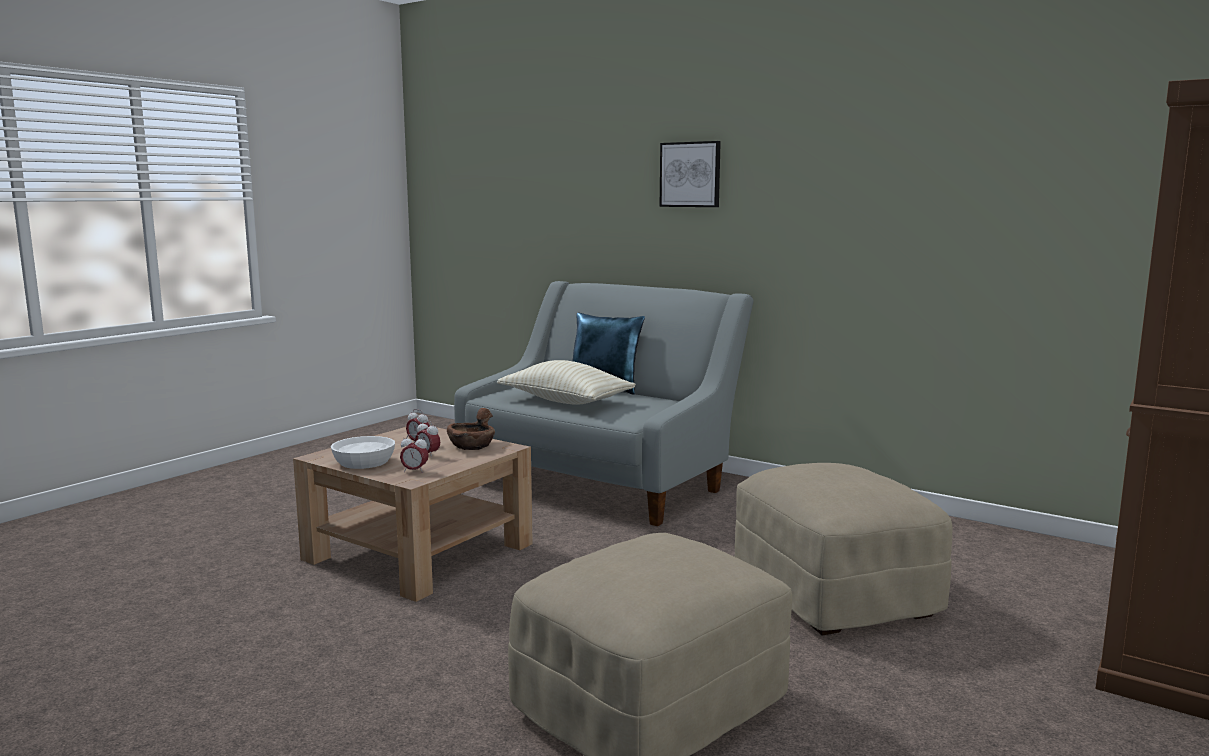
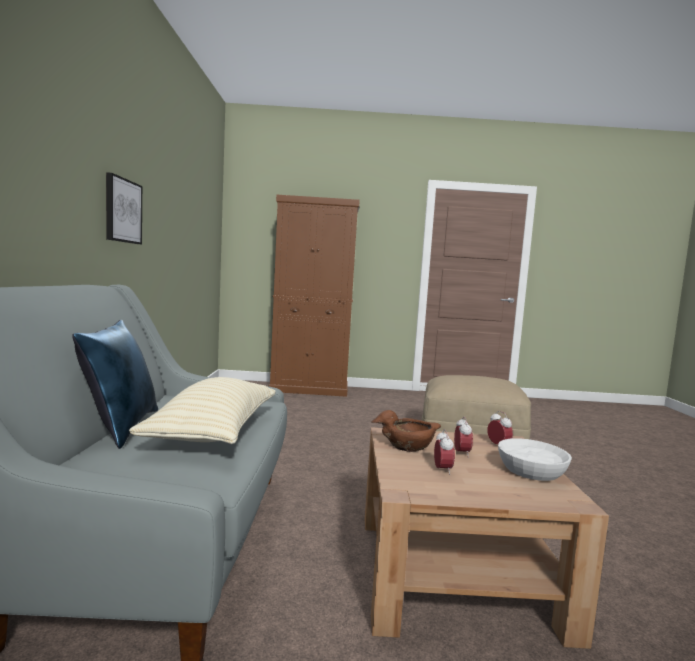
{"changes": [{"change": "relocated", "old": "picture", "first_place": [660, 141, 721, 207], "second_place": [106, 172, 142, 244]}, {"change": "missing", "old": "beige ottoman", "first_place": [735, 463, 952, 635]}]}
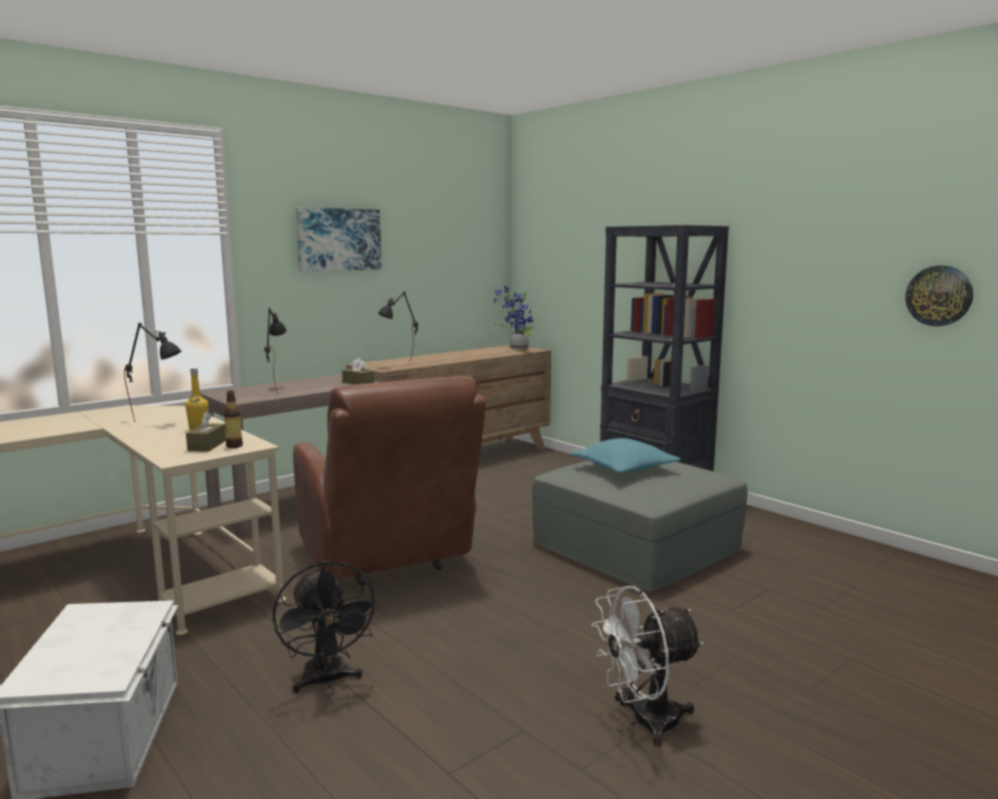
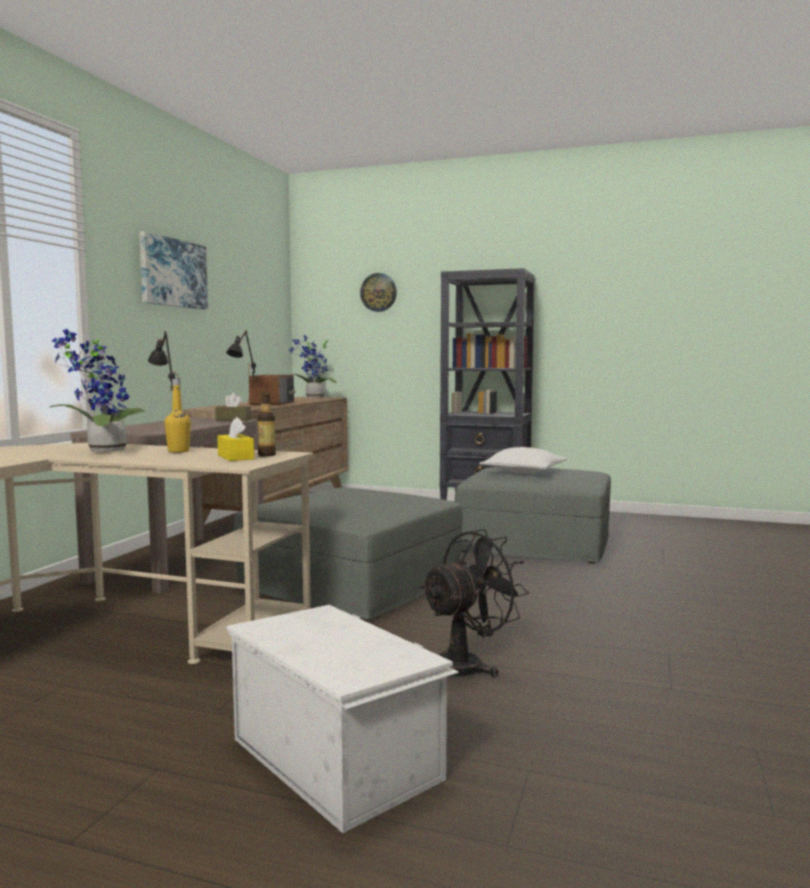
{"changes": [{"change": "exchanged", "old": "black table lamp", "new": "potted plant", "first_place": [124, 323, 181, 422], "second_place": [50, 329, 146, 452]}, {"change": "colour", "old": "brown tissue box", "new": "yellow tissue box", "first_place": [186, 411, 226, 452], "second_place": [217, 417, 254, 461]}, {"change": "spun", "old": "black fan", "first_place": [273, 561, 379, 693], "second_place": [420, 529, 529, 678], "degrees": -75}, {"change": "exchanged", "old": "brown armchair", "new": "grey ottoman", "first_place": [293, 376, 486, 585], "second_place": [234, 488, 462, 620]}, {"change": "colour", "old": "turquoise pillow", "new": "white pillow", "first_place": [570, 438, 681, 473], "second_place": [480, 447, 567, 473]}, {"change": "missing", "old": "white fan", "first_place": [591, 586, 704, 747]}, {"change": "relocated", "old": "wall clock", "first_place": [905, 266, 973, 326], "second_place": [360, 273, 397, 312]}, {"change": "appeared", "new": "radio", "second_place": [249, 375, 295, 405]}]}
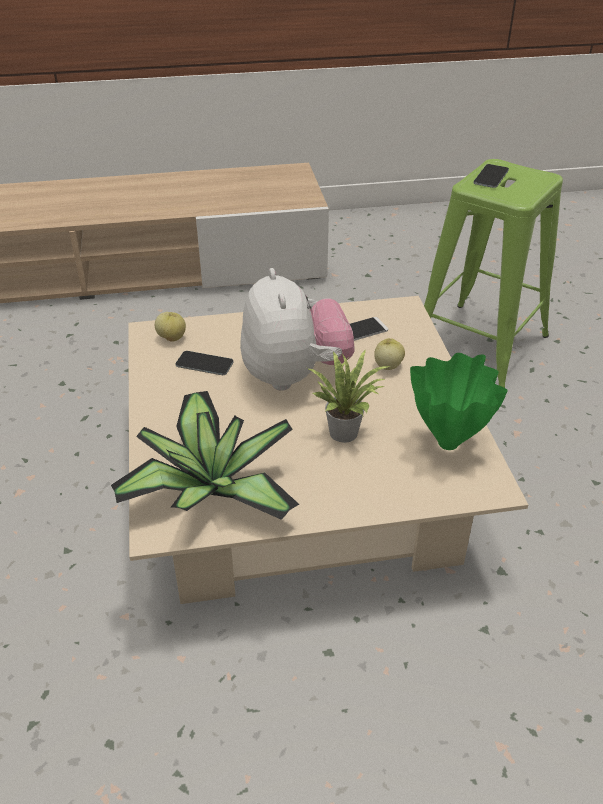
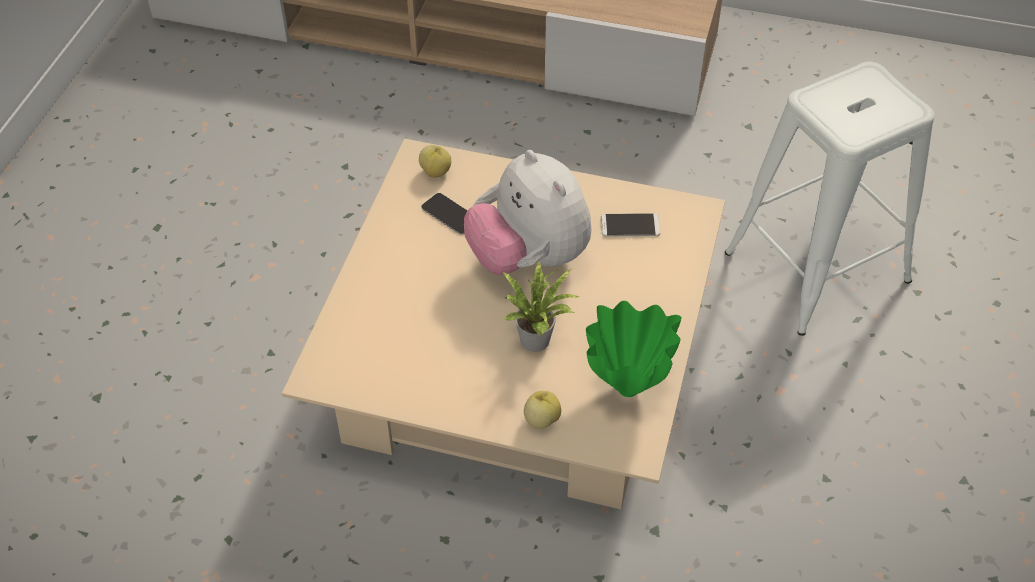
{"changes": [{"change": "missing", "old": "potted plant", "first_place": [111, 391, 299, 520]}, {"change": "spun", "old": "plush toy", "first_place": [240, 268, 355, 391], "second_place": [464, 150, 591, 275], "degrees": 135}, {"change": "relocated", "old": "apple", "first_place": [374, 338, 405, 370], "second_place": [524, 391, 561, 429]}, {"change": "colour", "old": "green stool", "new": "white stool", "first_place": [424, 159, 563, 388], "second_place": [725, 61, 934, 336]}, {"change": "missing", "old": "phone", "first_place": [473, 164, 509, 188]}]}
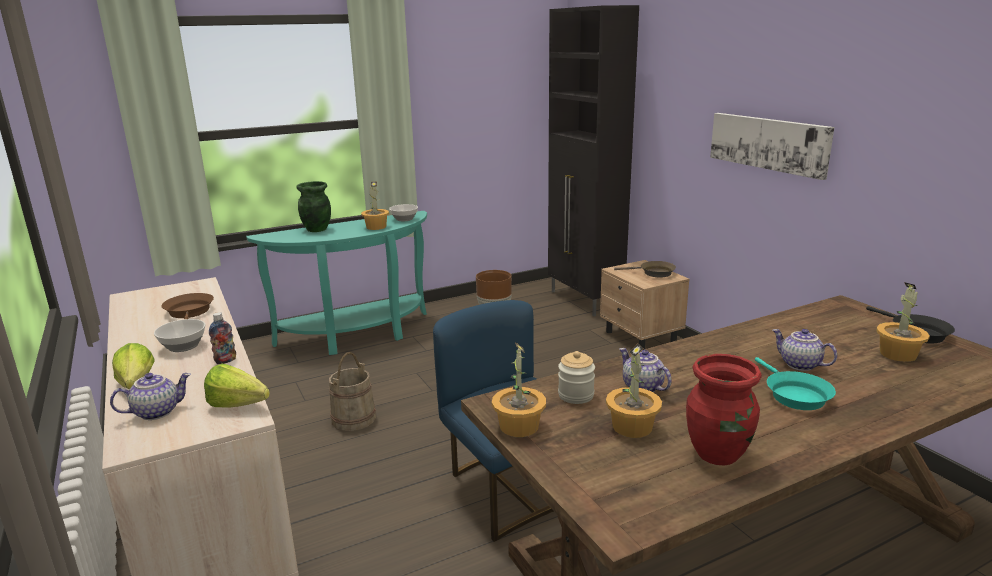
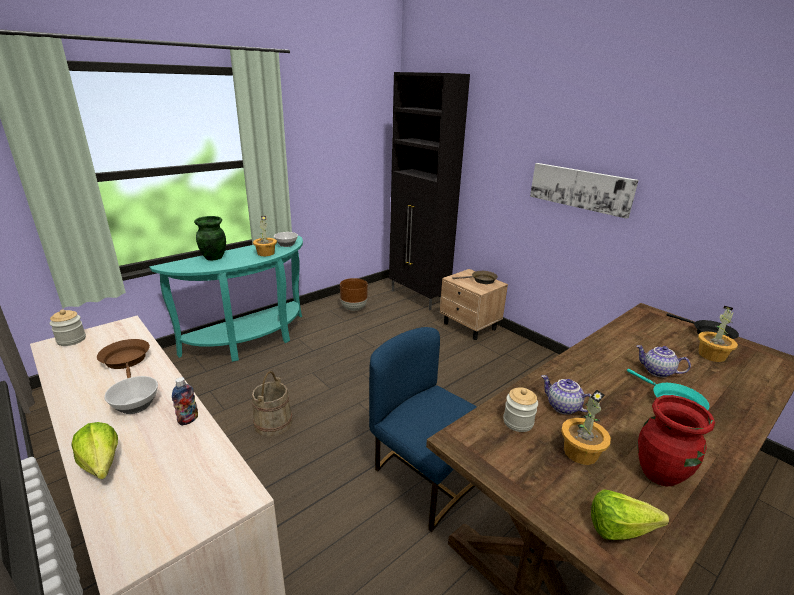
{"changes": [{"change": "missing", "old": "teapot", "first_place": [110, 373, 191, 420]}, {"change": "relocated", "old": "lettuce", "first_place": [204, 364, 270, 407], "second_place": [591, 489, 669, 540]}, {"change": "missing", "old": "potted plant", "first_place": [492, 342, 546, 437]}, {"change": "appeared", "new": "jar", "second_place": [50, 309, 86, 346]}]}
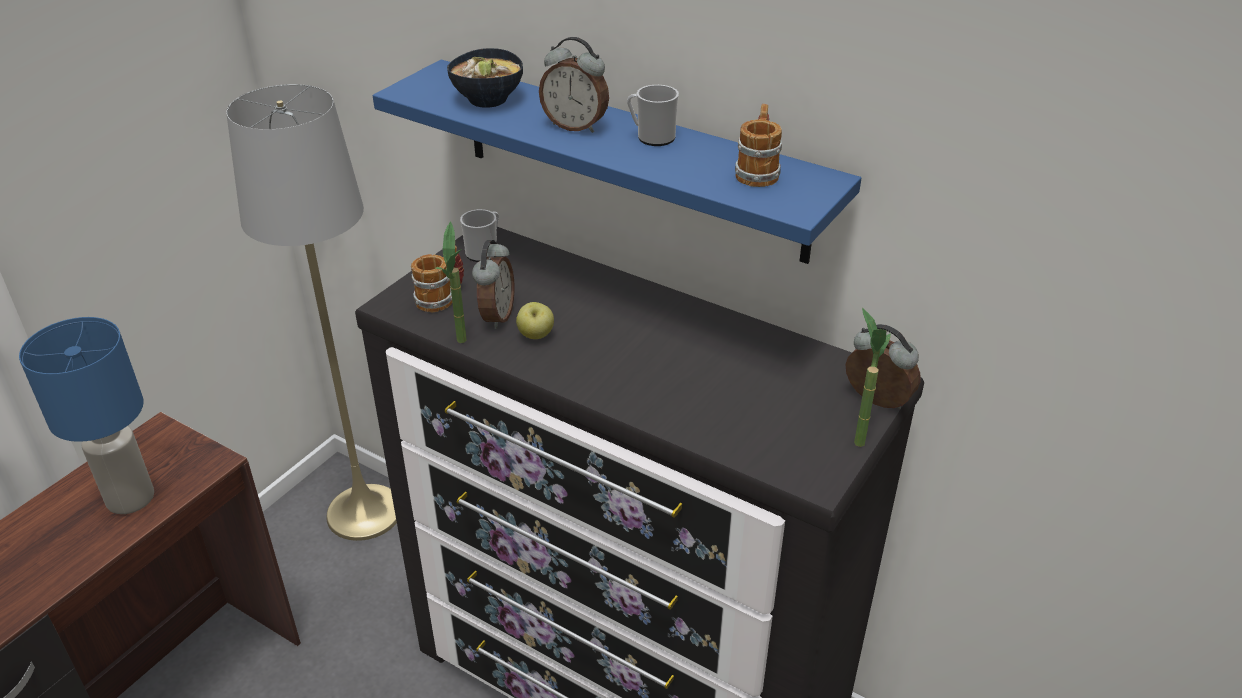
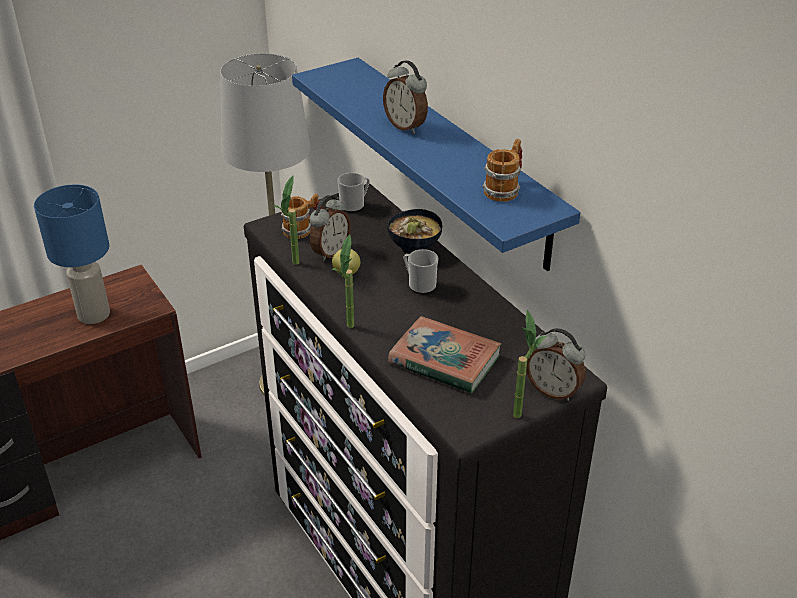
{"changes": [{"change": "relocated", "old": "bowl", "first_place": [447, 48, 523, 108], "second_place": [387, 209, 442, 254]}, {"change": "relocated", "old": "mug", "first_place": [627, 85, 679, 146], "second_place": [403, 249, 438, 294]}, {"change": "spun", "old": "alarm clock", "first_place": [846, 324, 921, 409], "second_place": [526, 328, 586, 401], "degrees": 150}, {"change": "appeared", "new": "potted plant", "second_place": [332, 234, 354, 328]}, {"change": "appeared", "new": "book", "second_place": [388, 316, 502, 394]}]}
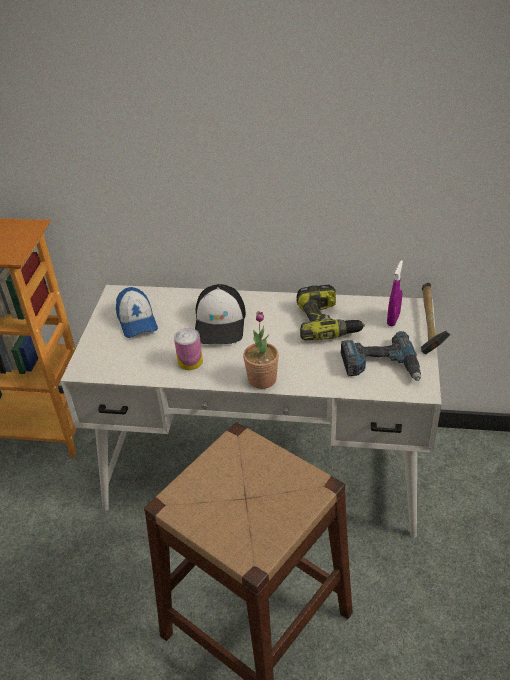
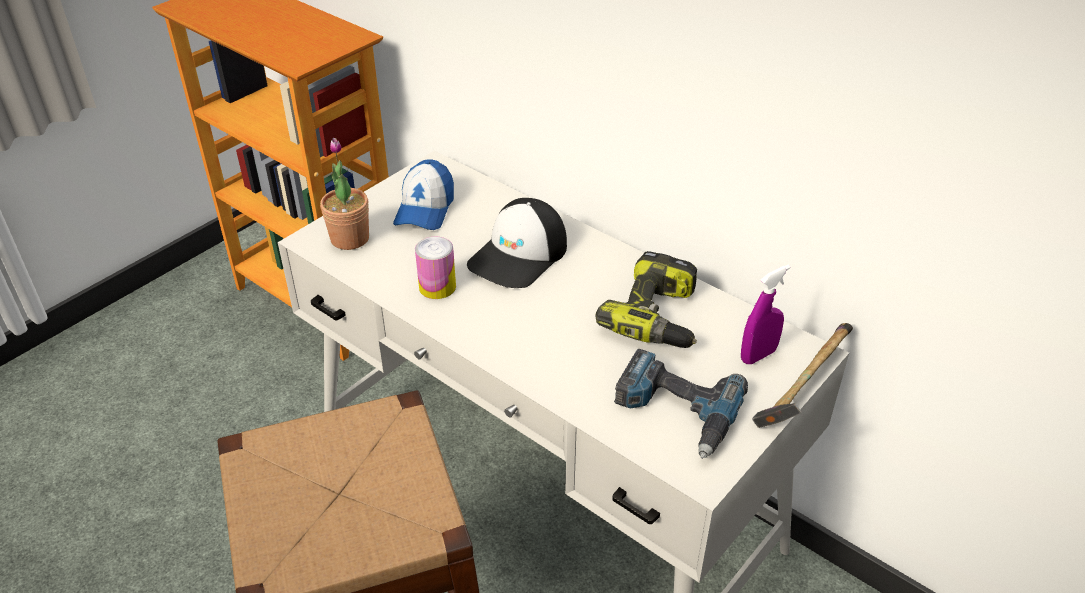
{"changes": [{"change": "relocated", "old": "potted plant", "first_place": [243, 311, 279, 389], "second_place": [320, 138, 369, 250]}]}
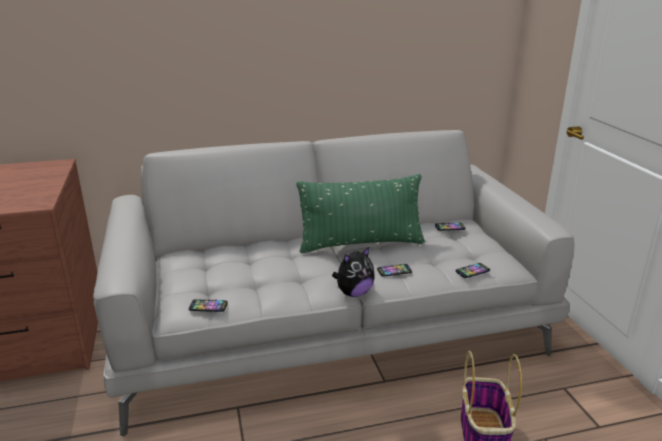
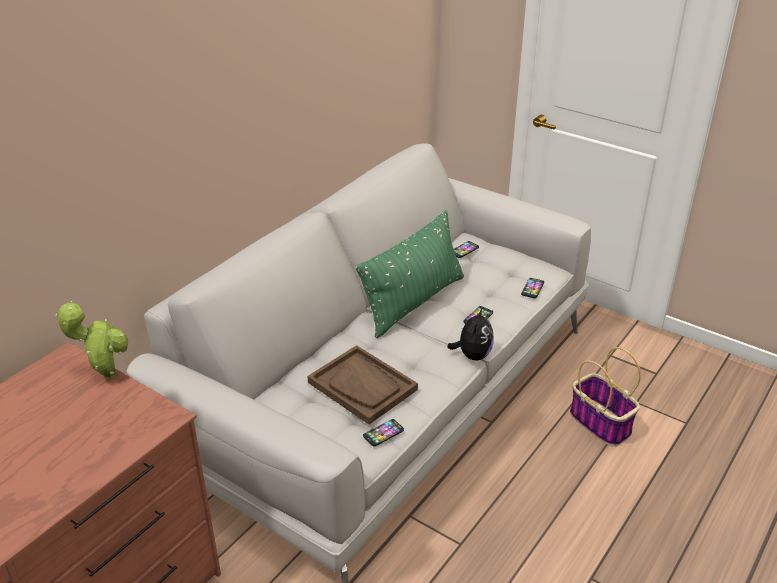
{"changes": [{"change": "appeared", "new": "potted plant", "second_place": [55, 301, 128, 379]}, {"change": "appeared", "new": "brown tray", "second_place": [307, 345, 418, 424]}]}
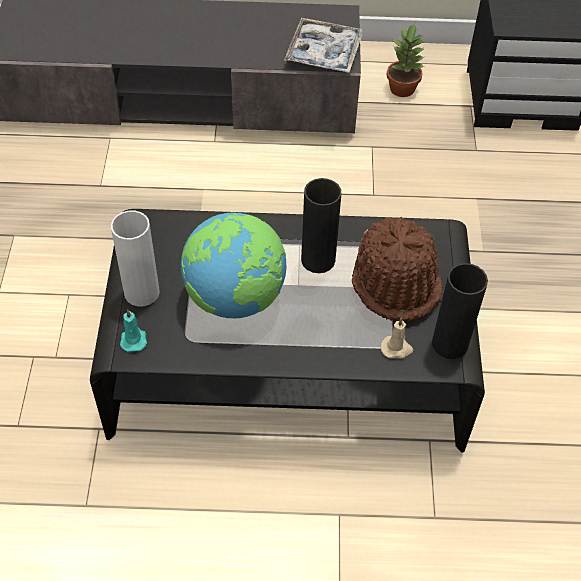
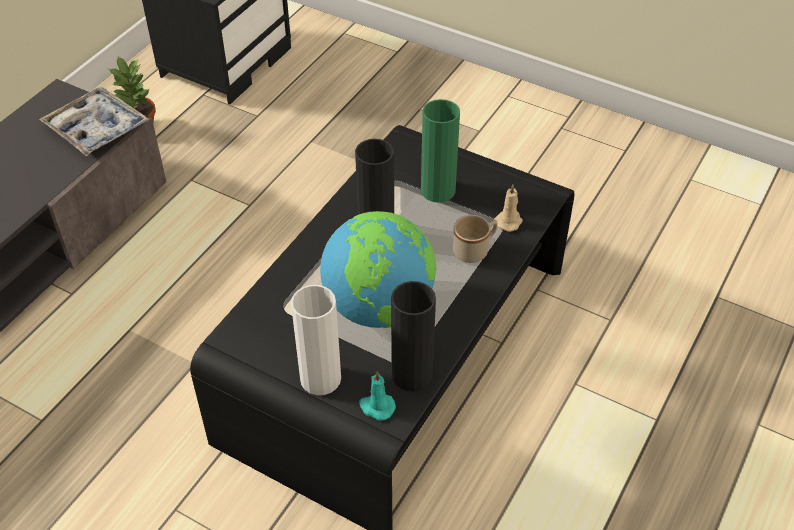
{"changes": [{"change": "exchanged", "old": "brown hat", "new": "green vase", "first_place": [352, 217, 443, 322], "second_place": [421, 99, 460, 203]}, {"change": "relocated", "old": "black vase", "first_place": [432, 263, 488, 359], "second_place": [391, 281, 436, 392]}, {"change": "appeared", "new": "beige mug", "second_place": [453, 215, 498, 263]}]}
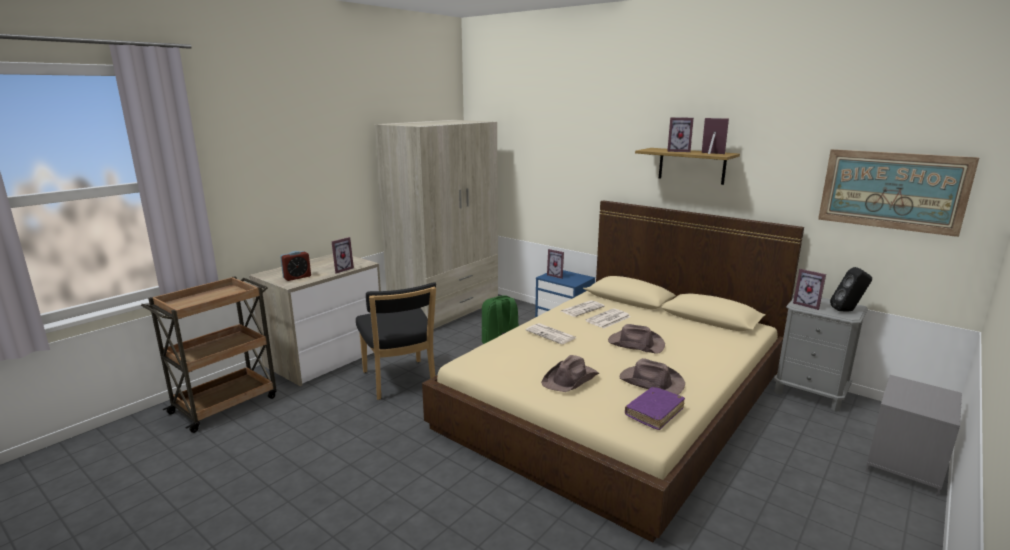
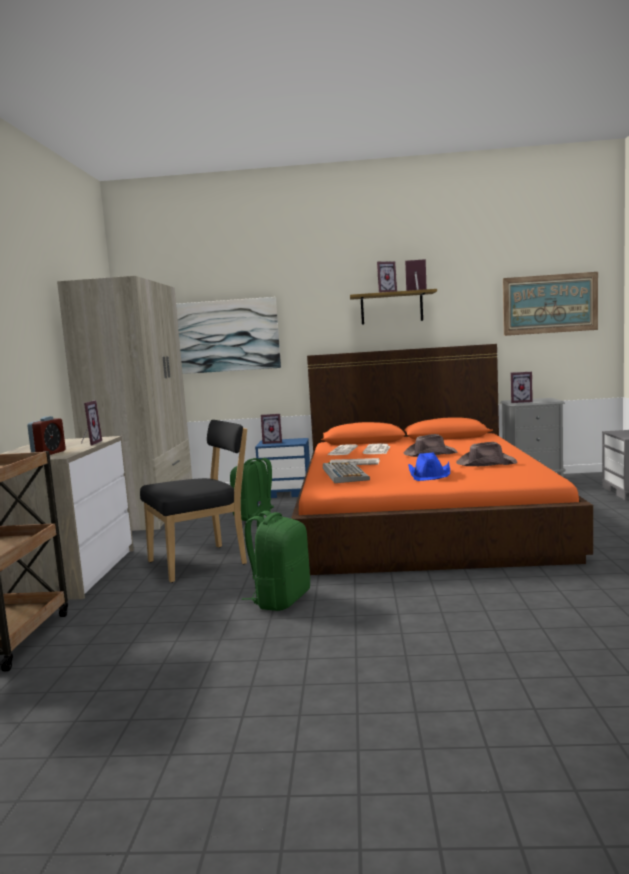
{"changes": [{"change": "spun", "old": "black chair", "first_place": [356, 282, 436, 400], "second_place": [140, 420, 247, 583], "degrees": -60}, {"change": "colour", "old": "beige bed", "new": "orange bed", "first_place": [422, 200, 804, 543], "second_place": [291, 344, 593, 575]}, {"change": "colour", "old": "brown hat", "new": "blue hat", "first_place": [541, 355, 599, 392], "second_place": [408, 452, 450, 481]}, {"change": "missing", "old": "purple book", "first_place": [625, 387, 685, 430]}, {"change": "missing", "old": "black speaker", "first_place": [830, 267, 872, 311]}, {"change": "appeared", "new": "picture", "second_place": [176, 297, 281, 374]}, {"change": "appeared", "new": "green backpack", "second_place": [242, 511, 310, 611]}, {"change": "appeared", "new": "keyboard", "second_place": [323, 462, 370, 483]}]}
